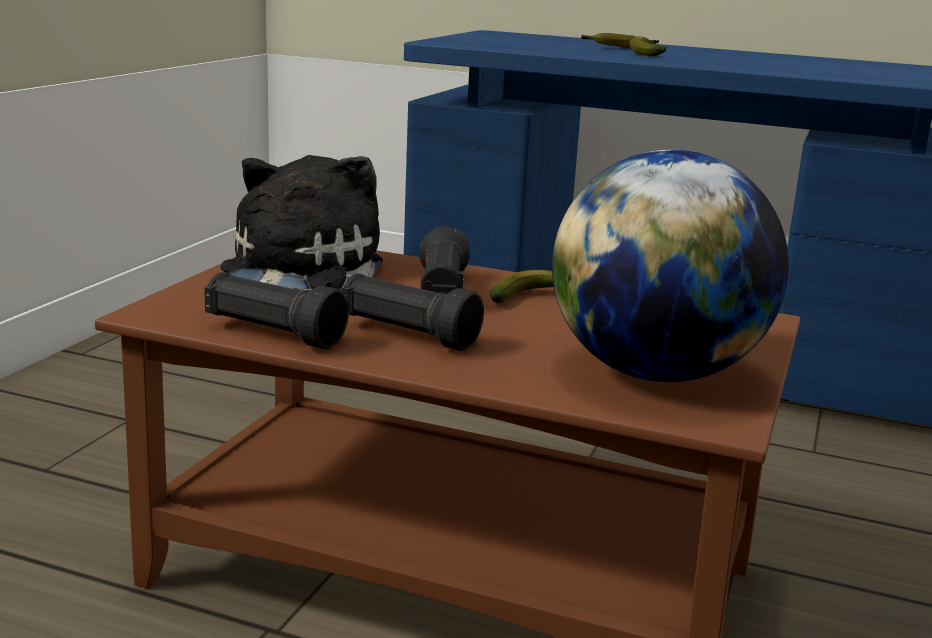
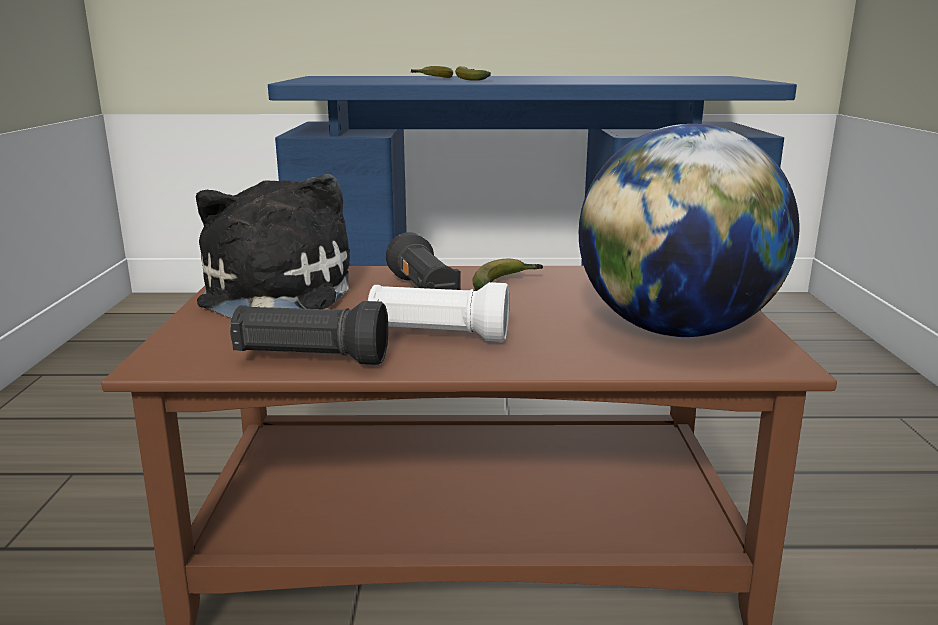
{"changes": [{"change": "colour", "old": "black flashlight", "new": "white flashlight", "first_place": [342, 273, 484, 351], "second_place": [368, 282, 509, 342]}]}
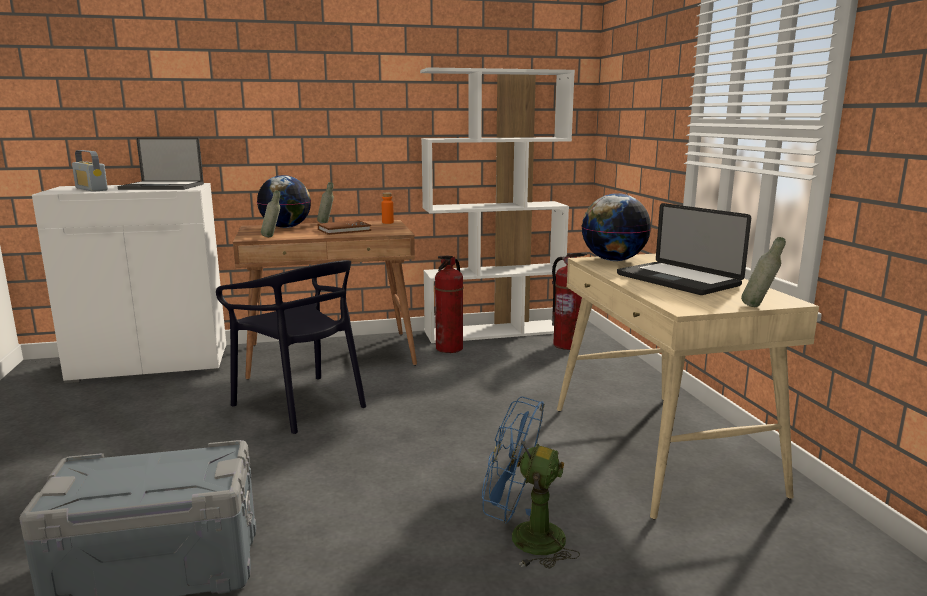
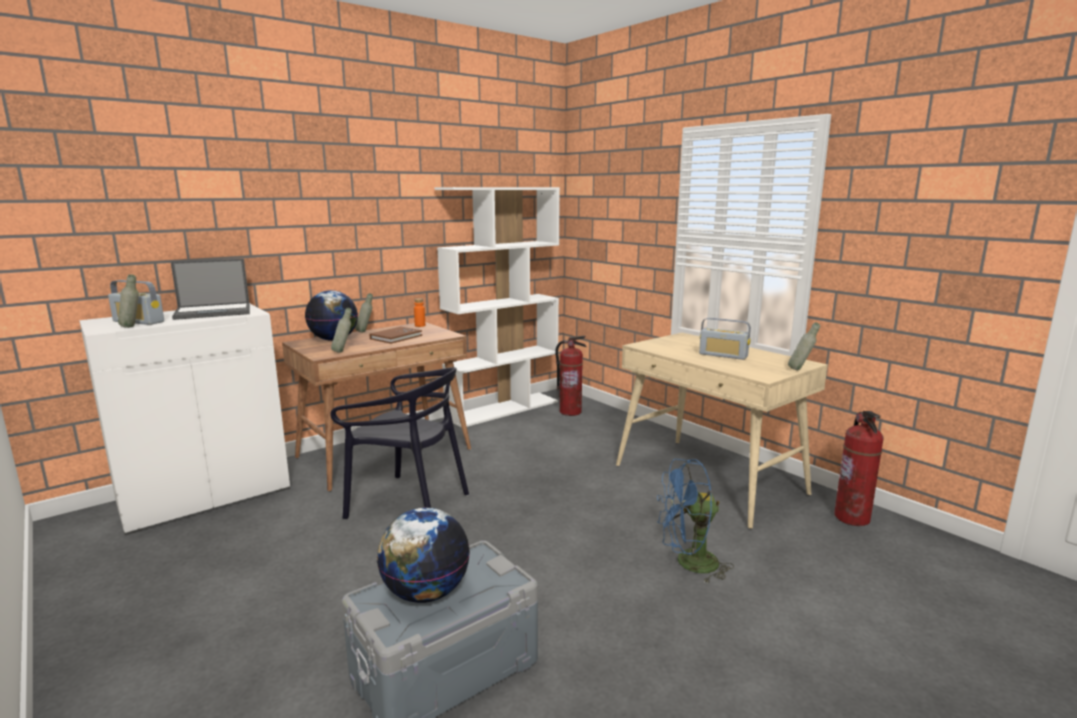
{"changes": [{"change": "relocated", "old": "fire extinguisher", "first_place": [435, 256, 464, 353], "second_place": [834, 411, 884, 526]}, {"change": "relocated", "old": "globe", "first_place": [582, 193, 651, 261], "second_place": [377, 508, 470, 603]}, {"change": "exchanged", "old": "laptop", "new": "radio", "first_place": [617, 203, 751, 295], "second_place": [699, 318, 751, 360]}, {"change": "appeared", "new": "grey bottle", "second_place": [118, 274, 139, 328]}]}
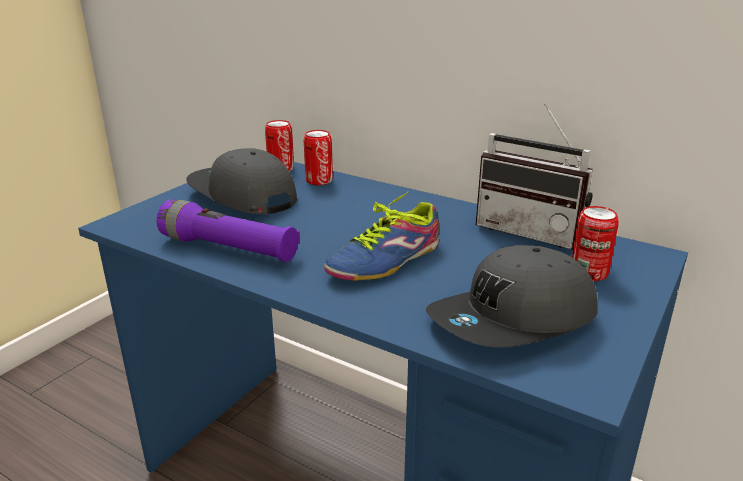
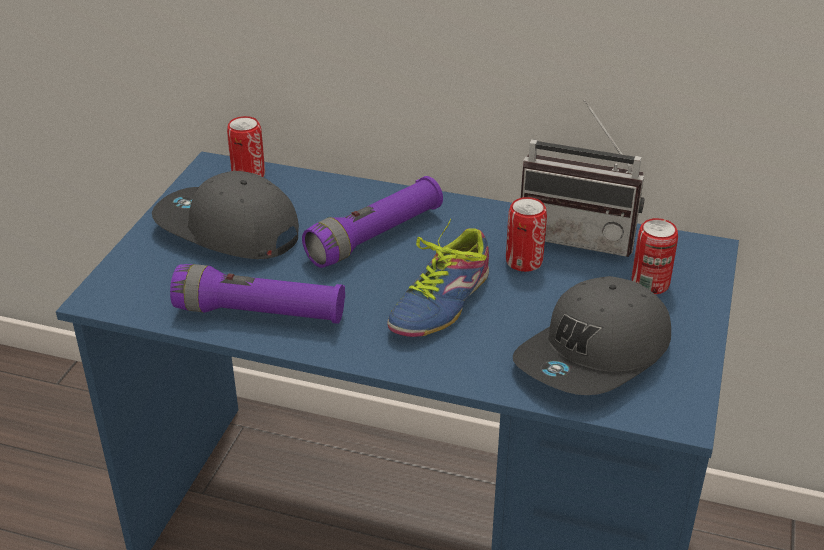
{"changes": [{"change": "relocated", "old": "can", "first_place": [304, 130, 333, 185], "second_place": [506, 197, 547, 272]}, {"change": "appeared", "new": "purple flashlight", "second_place": [302, 176, 443, 268]}]}
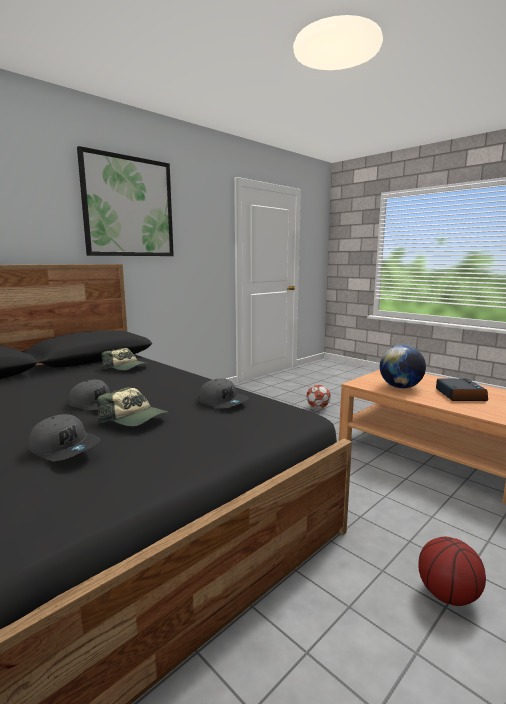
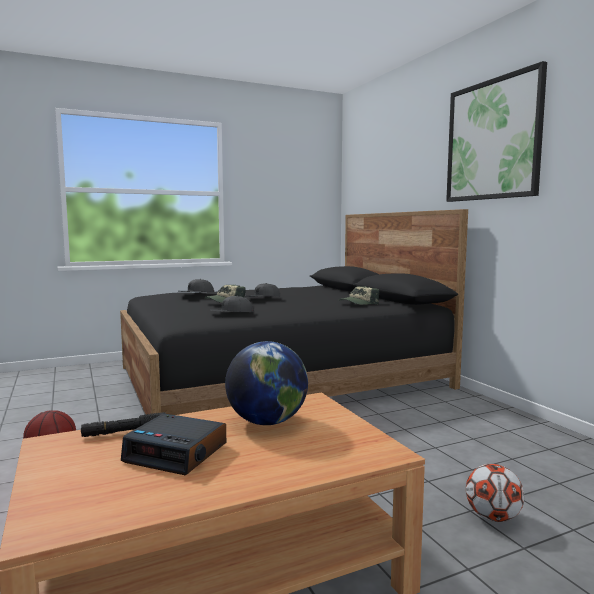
{"changes": [{"change": "appeared", "new": "black flashlight", "second_place": [81, 412, 166, 437]}]}
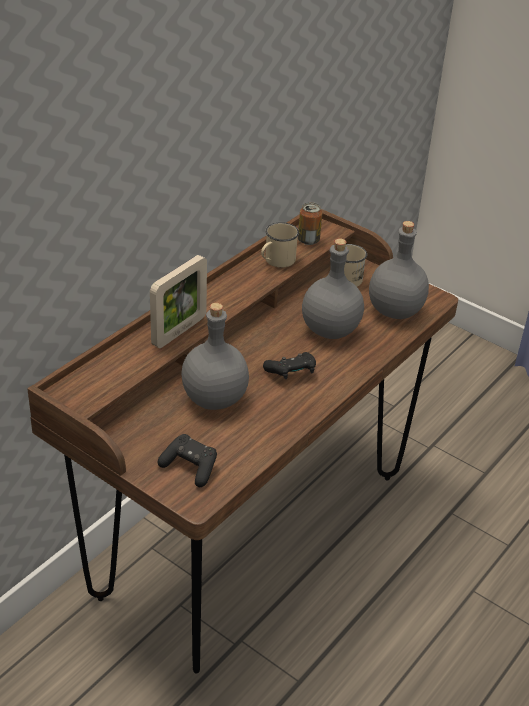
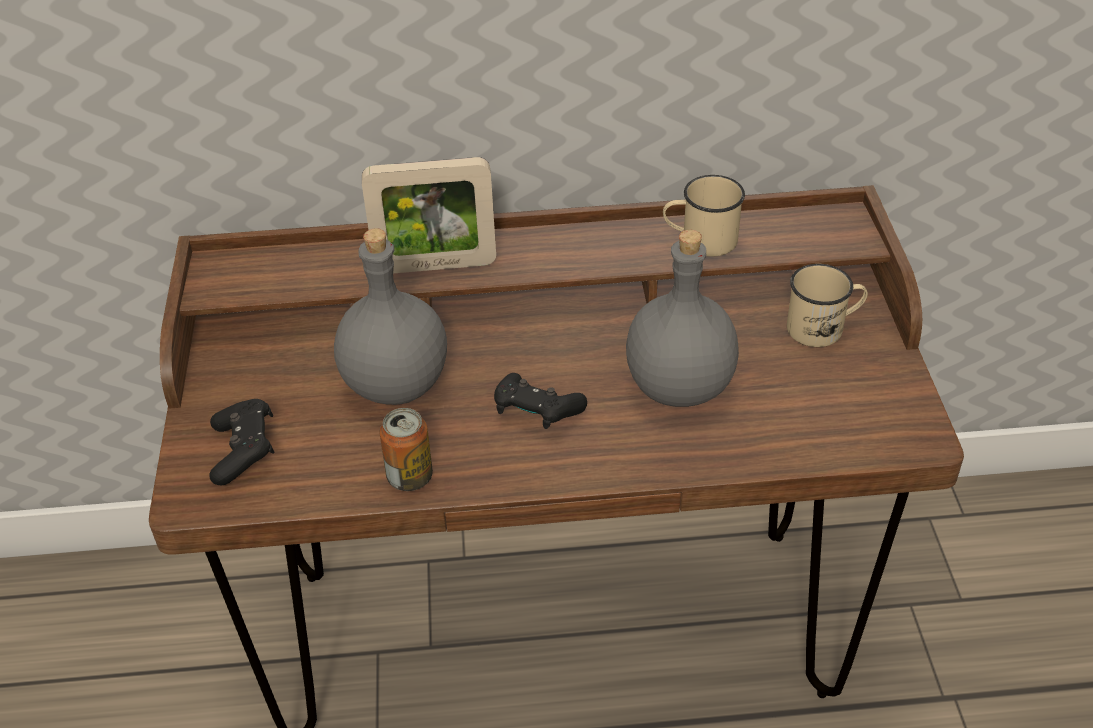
{"changes": [{"change": "relocated", "old": "can", "first_place": [298, 202, 323, 245], "second_place": [380, 408, 433, 491]}, {"change": "missing", "old": "grey bottle", "first_place": [369, 221, 429, 319]}]}
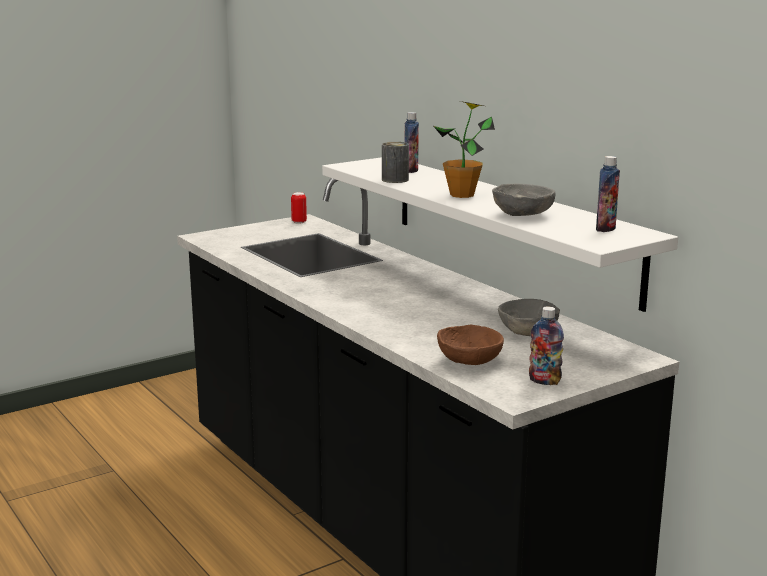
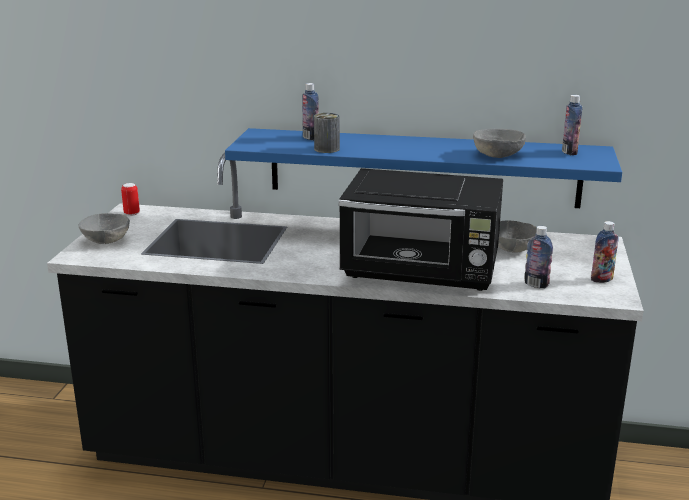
{"changes": [{"change": "colour", "old": "white shelf", "new": "blue shelf", "first_place": [322, 157, 678, 312], "second_place": [225, 128, 622, 208]}, {"change": "missing", "old": "potted plant", "first_place": [434, 101, 495, 198]}, {"change": "exchanged", "old": "brown bowl", "new": "bottle", "first_place": [437, 325, 504, 365], "second_place": [524, 226, 553, 289]}, {"change": "appeared", "new": "grey bowl", "second_place": [78, 213, 130, 244]}, {"change": "appeared", "new": "black microwave", "second_place": [339, 168, 503, 291]}]}
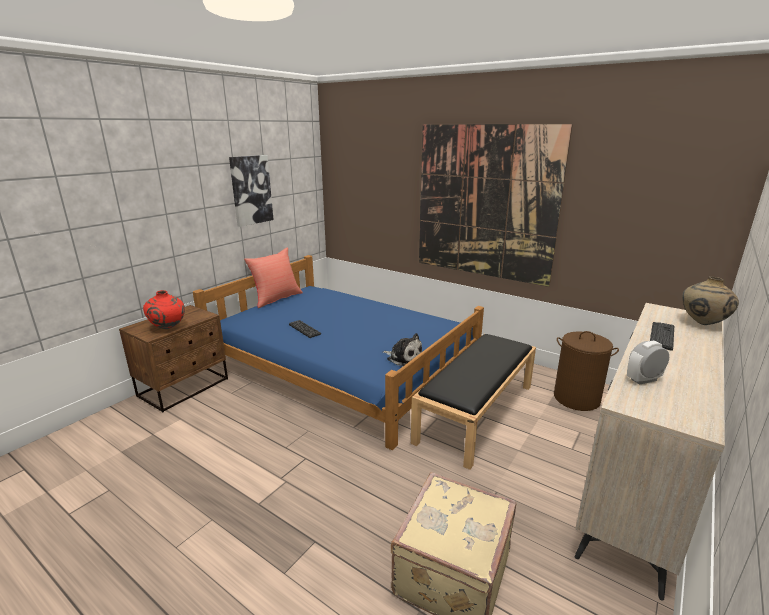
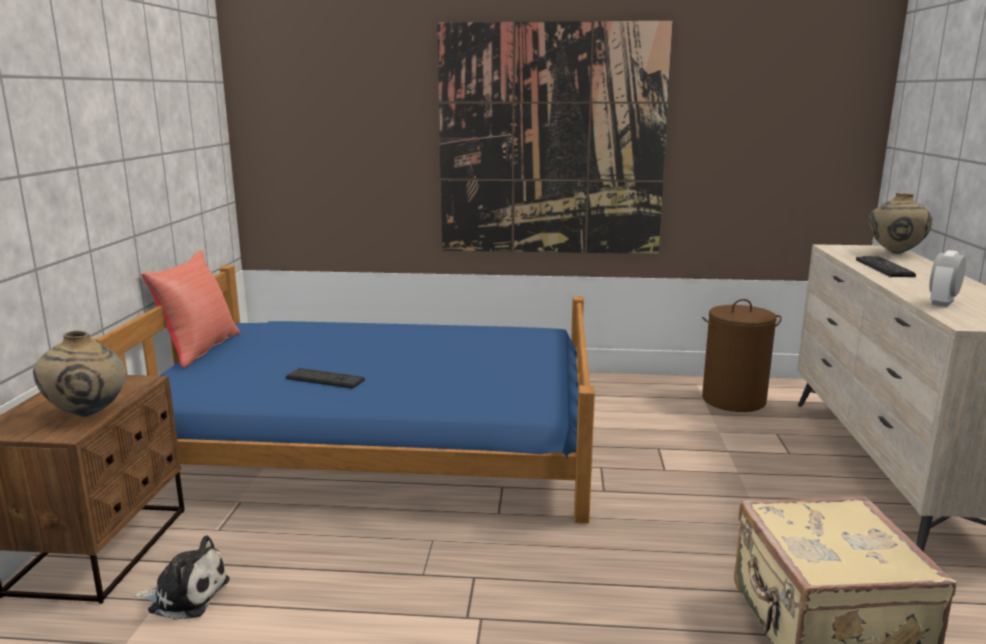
{"changes": [{"change": "colour", "old": "red vase", "new": "beige vase", "first_place": [143, 290, 185, 329], "second_place": [33, 331, 126, 417]}, {"change": "missing", "old": "picture", "first_place": [229, 155, 274, 227]}, {"change": "relocated", "old": "plush toy", "first_place": [383, 333, 422, 366], "second_place": [133, 535, 229, 620]}, {"change": "missing", "old": "black bench", "first_place": [411, 334, 536, 470]}]}
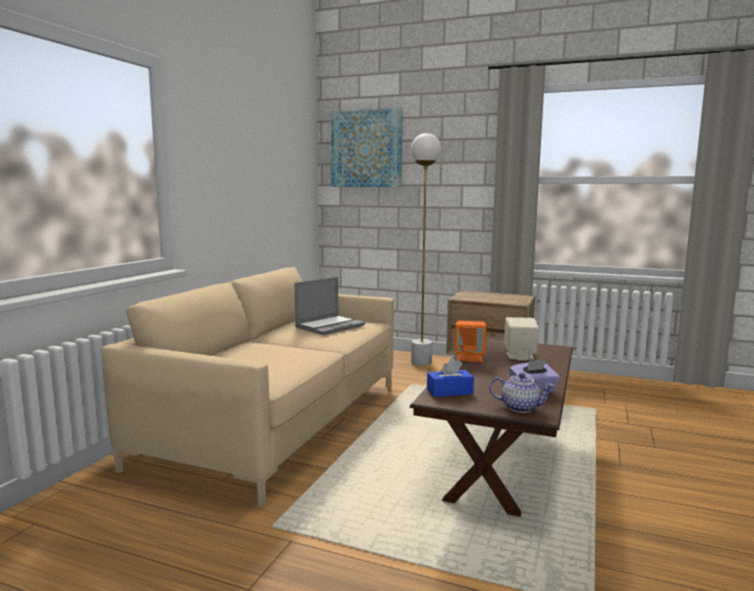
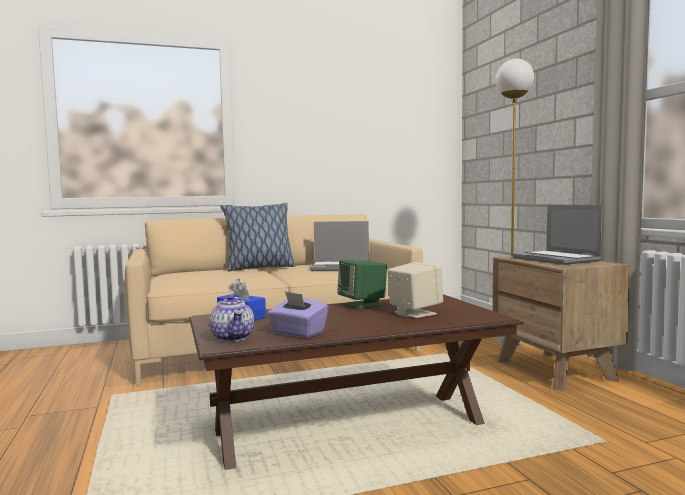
{"changes": [{"change": "missing", "old": "picture", "first_place": [331, 107, 403, 187]}, {"change": "colour", "old": "orange speaker", "new": "green speaker", "first_place": [454, 321, 486, 362], "second_place": [337, 260, 387, 309]}, {"change": "appeared", "new": "pillow", "second_place": [220, 203, 295, 271]}, {"change": "appeared", "new": "laptop", "second_place": [512, 205, 603, 265]}]}
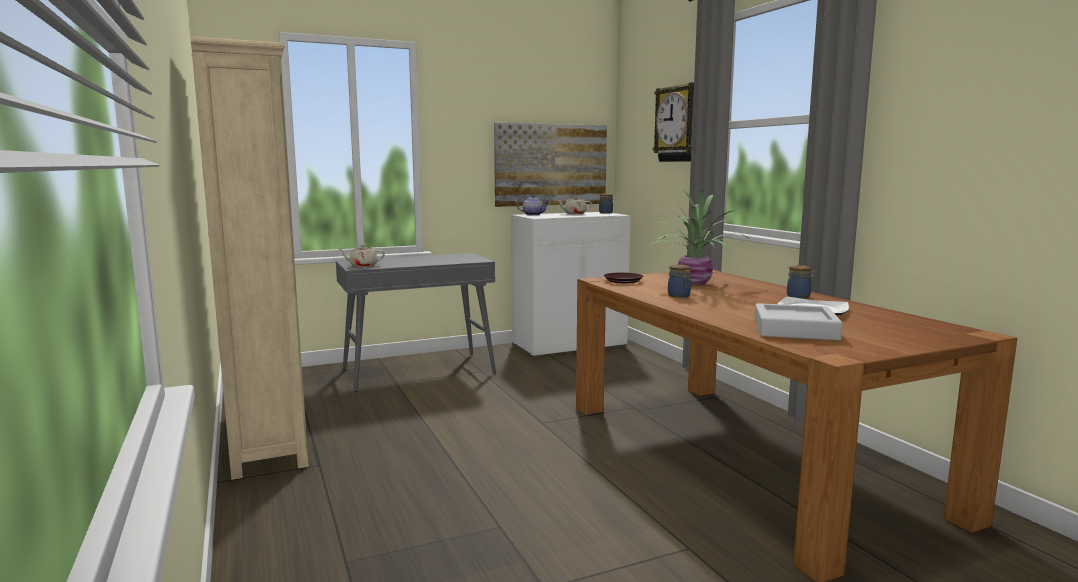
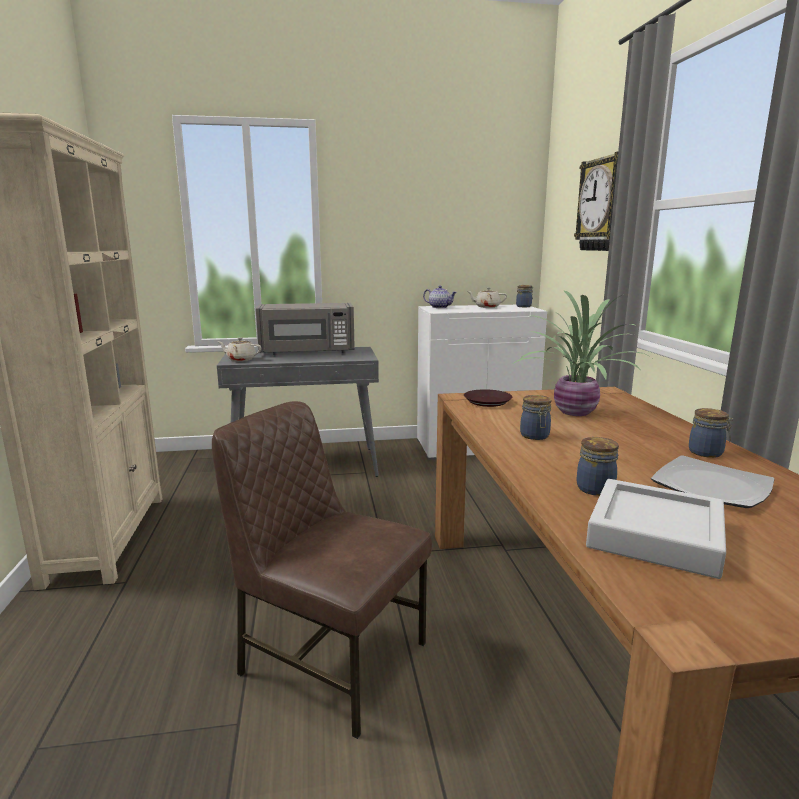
{"changes": [{"change": "missing", "old": "picture", "first_place": [494, 123, 607, 207]}, {"change": "appeared", "new": "brown chair", "second_place": [212, 401, 432, 739]}, {"change": "appeared", "new": "grey microwave", "second_place": [256, 303, 355, 355]}, {"change": "appeared", "new": "jar", "second_place": [577, 437, 619, 496]}]}
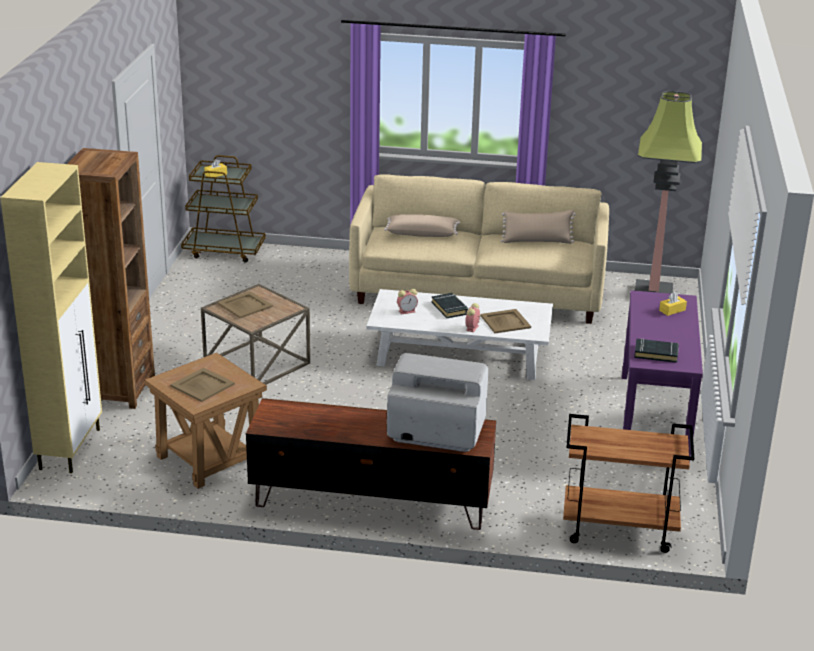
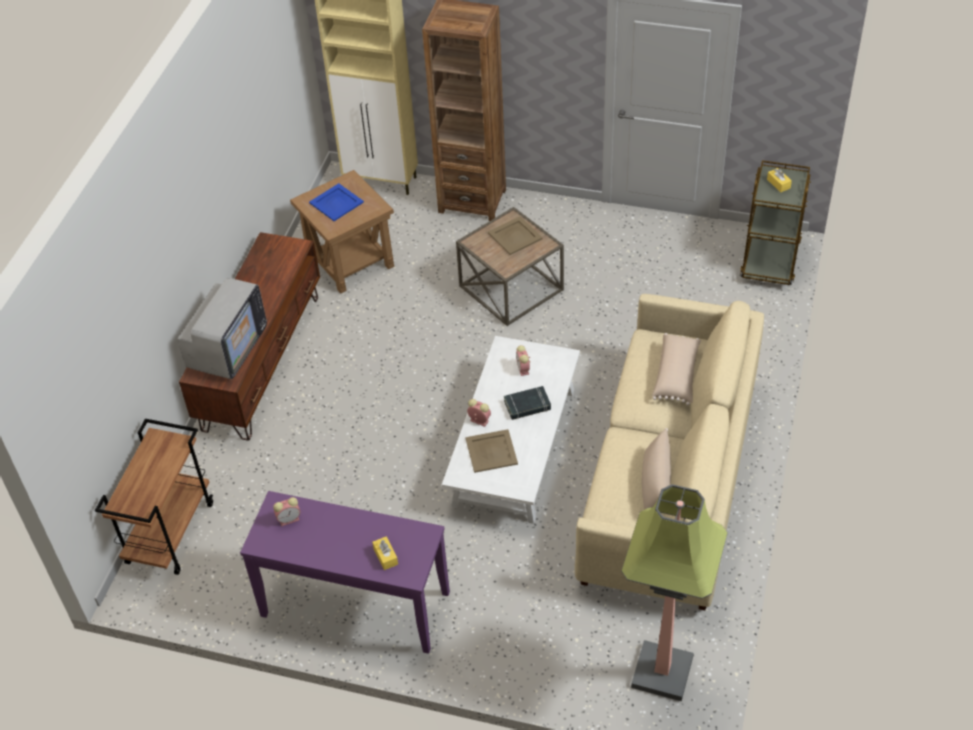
{"changes": [{"change": "colour", "old": "beige tray", "new": "blue tray", "first_place": [170, 368, 235, 402], "second_place": [309, 183, 364, 221]}, {"change": "exchanged", "old": "black book", "new": "alarm clock", "first_place": [634, 339, 679, 363], "second_place": [273, 497, 300, 527]}]}
